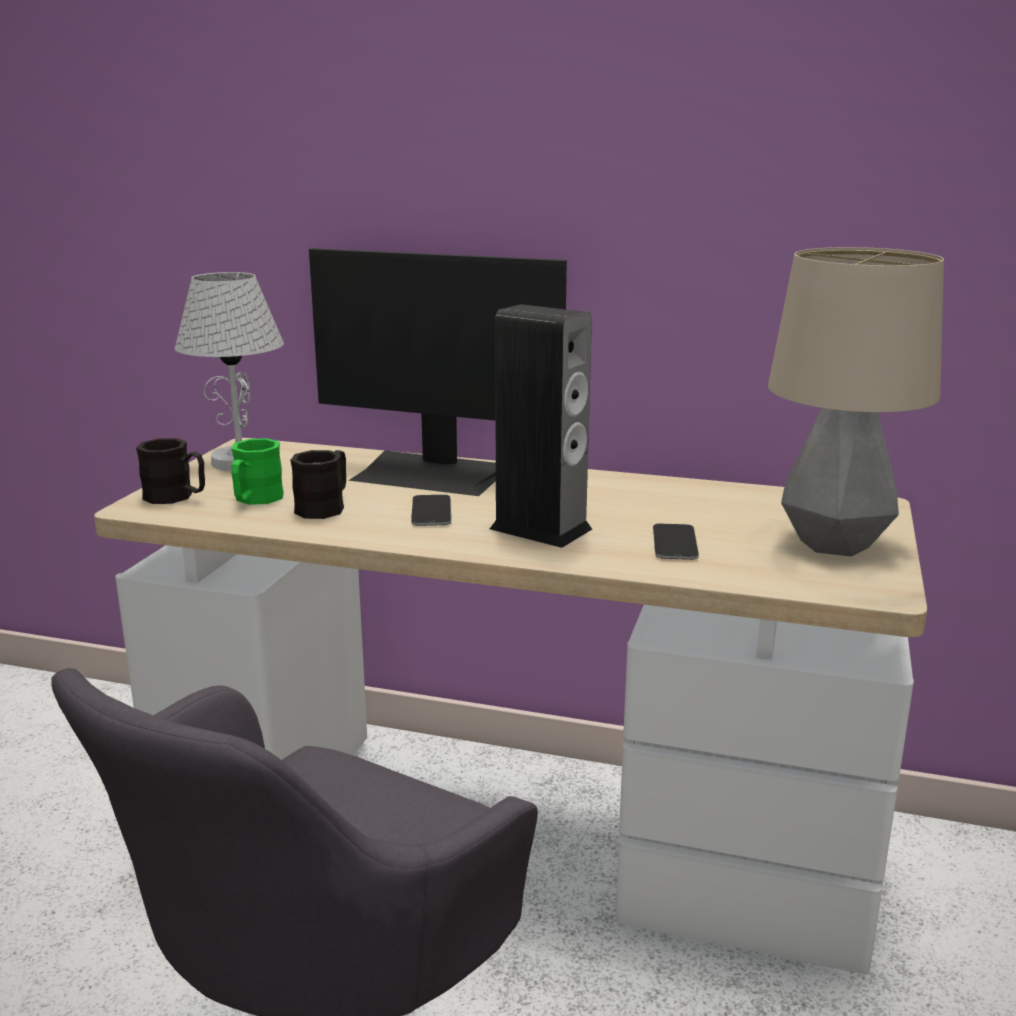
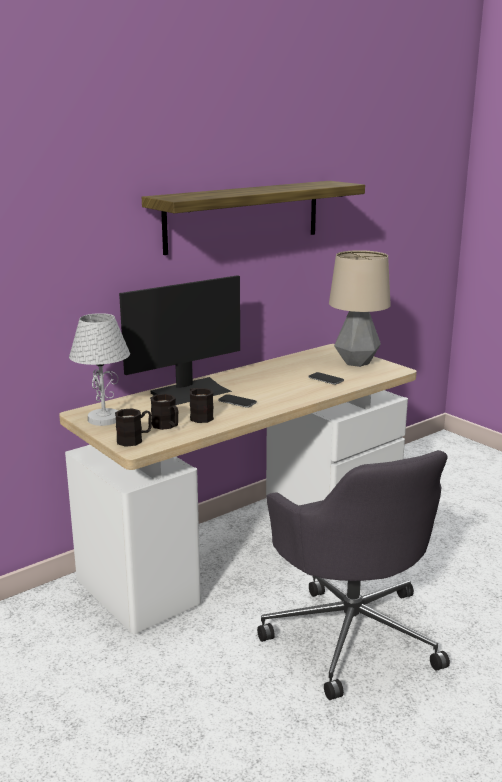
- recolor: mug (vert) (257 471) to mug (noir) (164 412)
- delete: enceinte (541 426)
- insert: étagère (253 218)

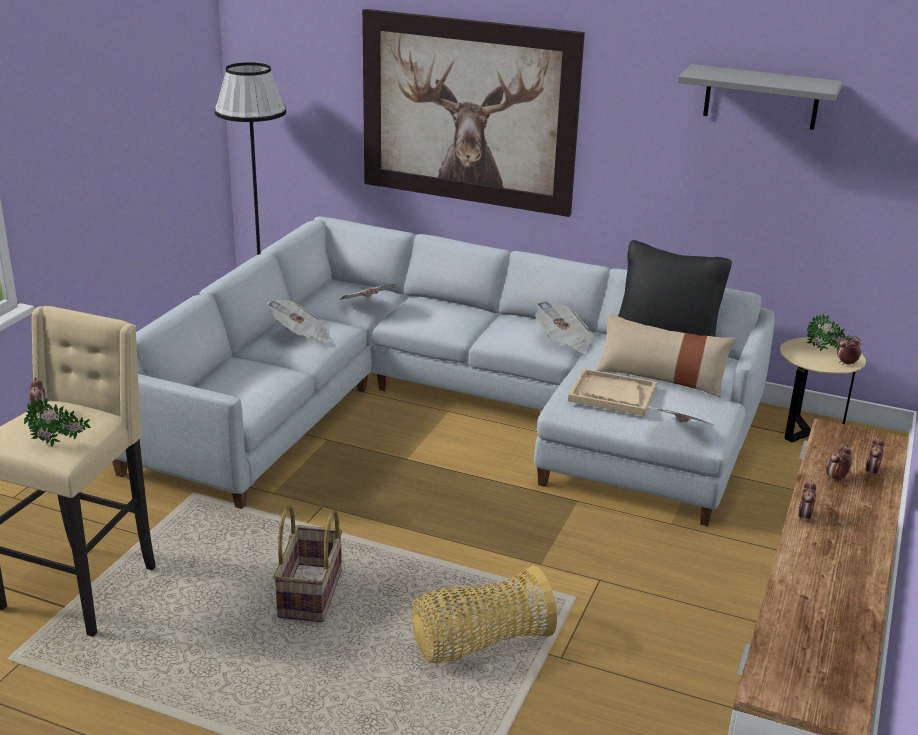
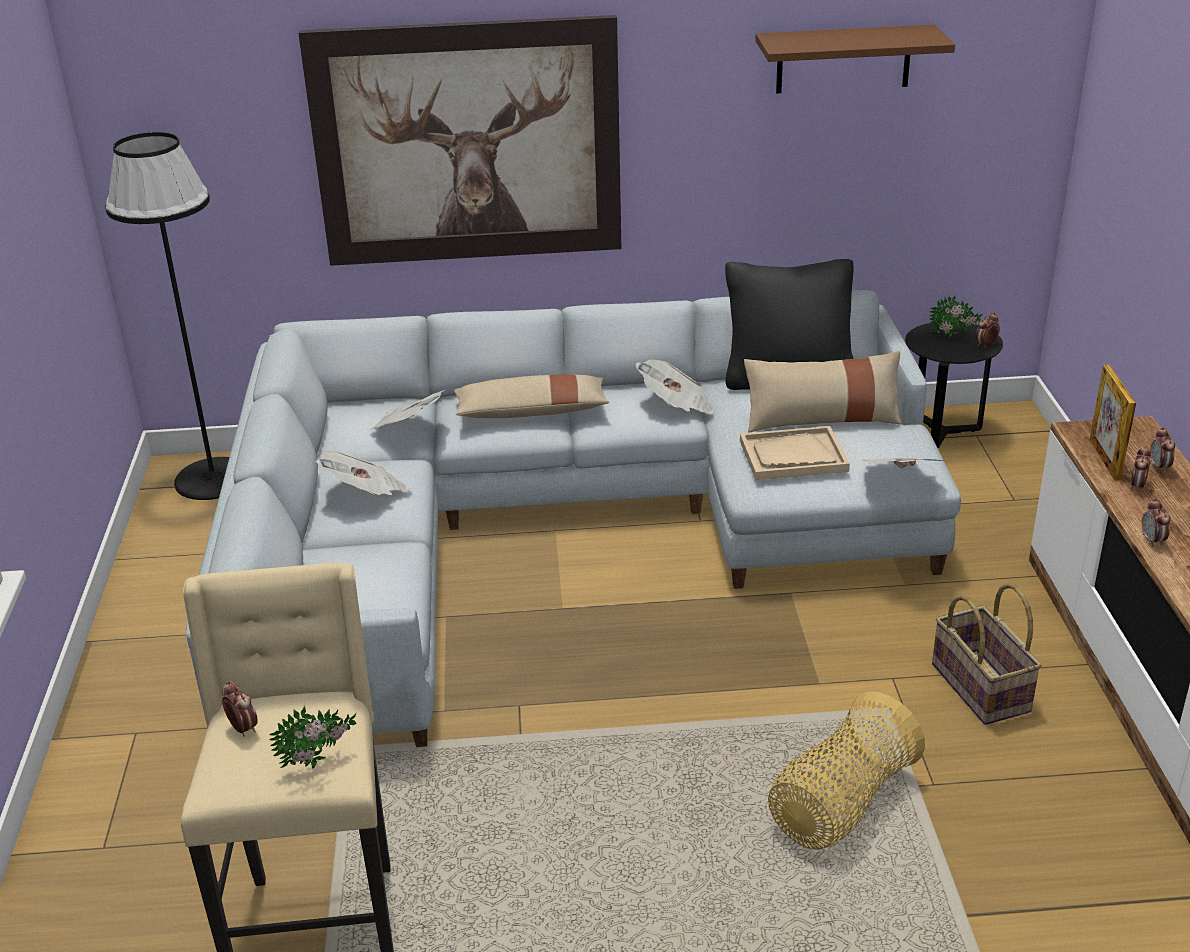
- move: panier (307 563) to (987 654)
- recolor: étagère (gris) (760 97) to étagère (marron) (855 59)
- recolor: table d'appoint (beige) (823 389) to table d'appoint (noir) (954 385)
- insert: coussin (beige) (531 396)
- insert: cadre photo (1112 422)

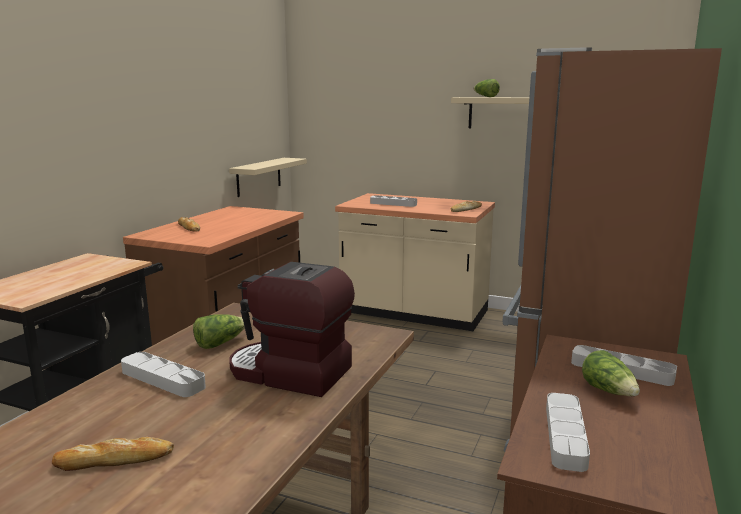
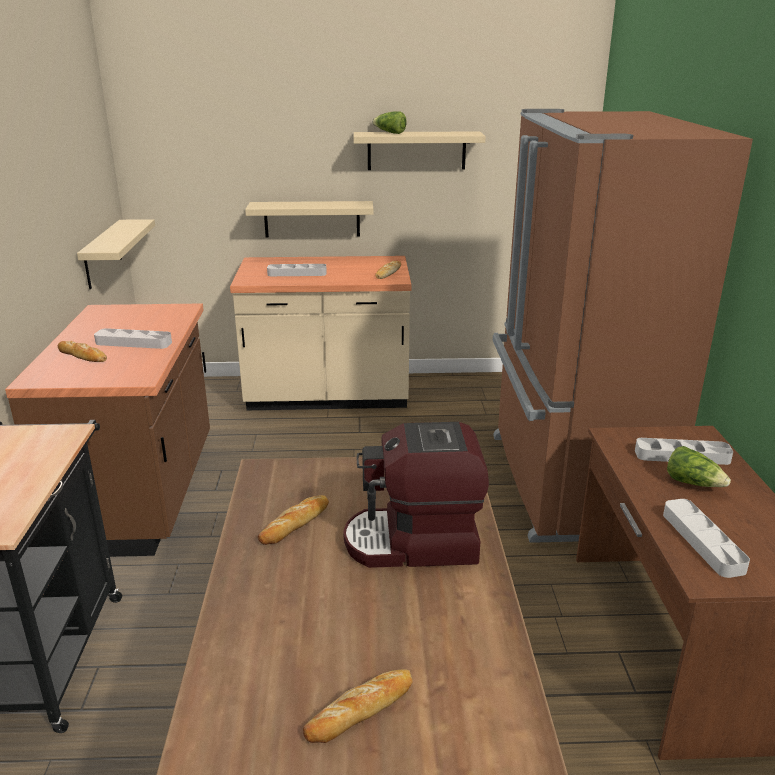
- move: plateau (gris) (163 374) to (133 338)
- replace: laitue (219 331) to pain (293 520)
- insert: étagère (beige) (309 219)

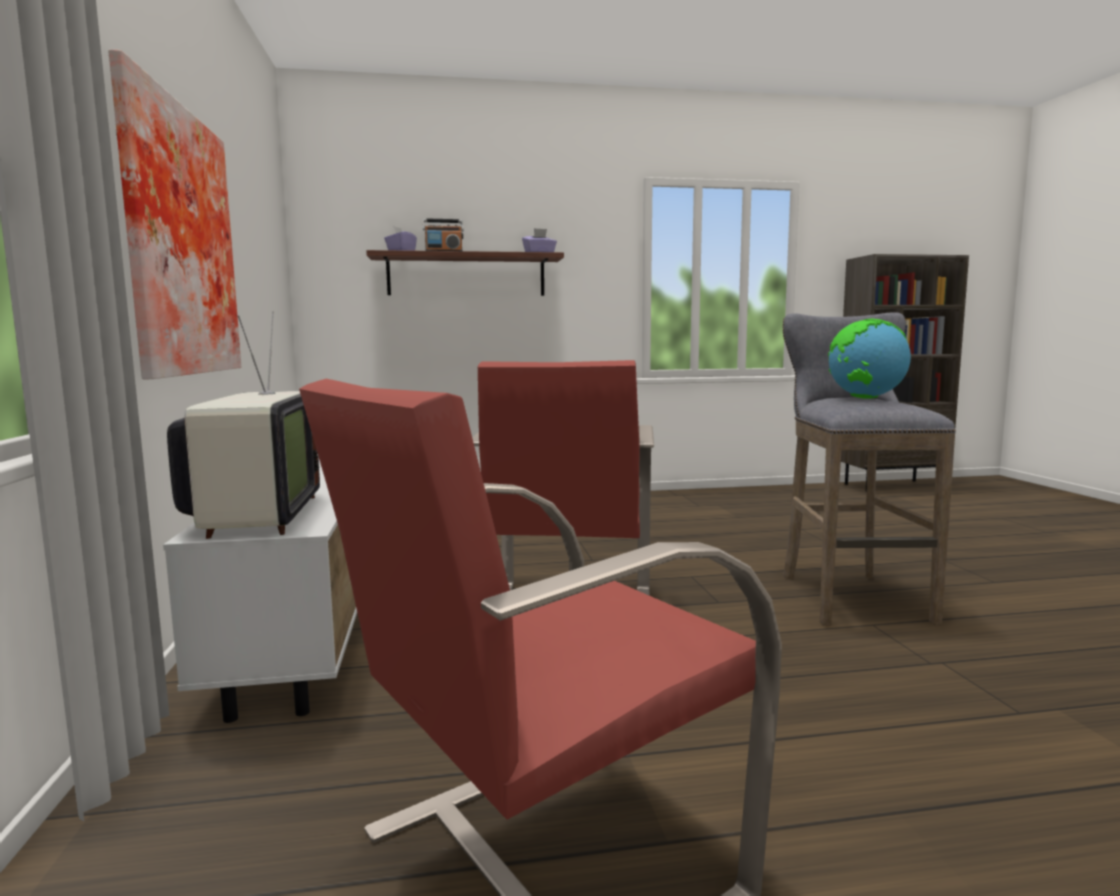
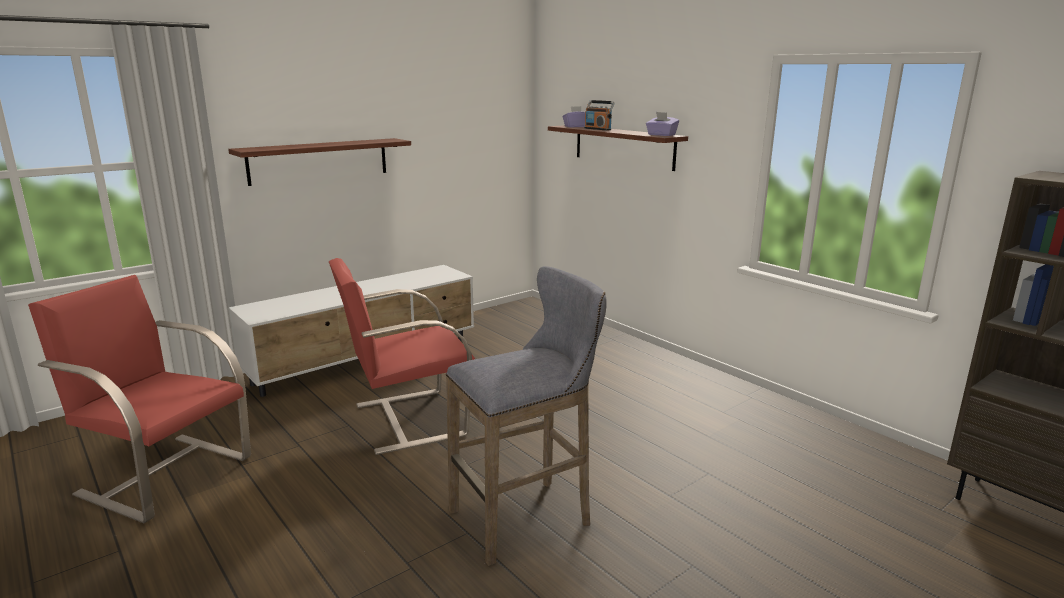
- replace: tableau (174 214) to étagère (319 162)
- delete: téléviseur (243 425)
- delete: globe (869 359)

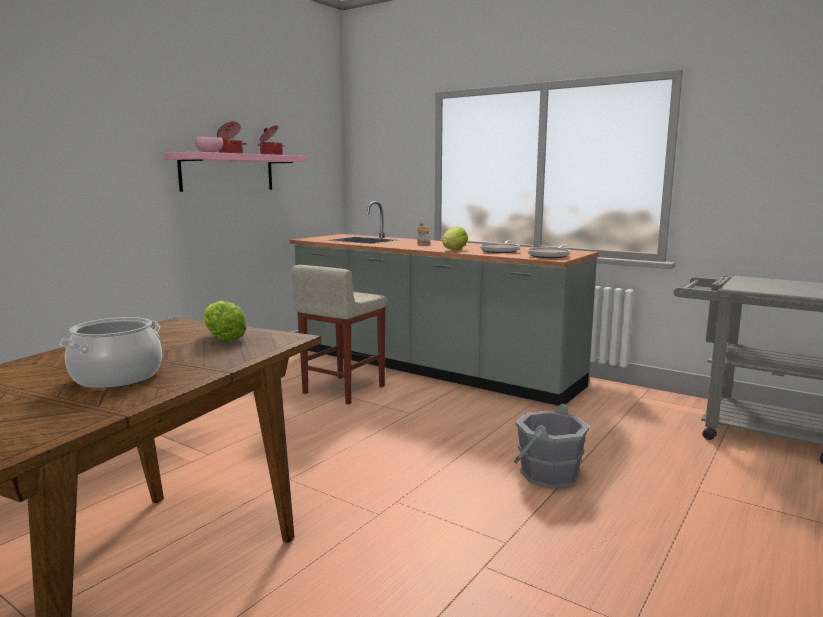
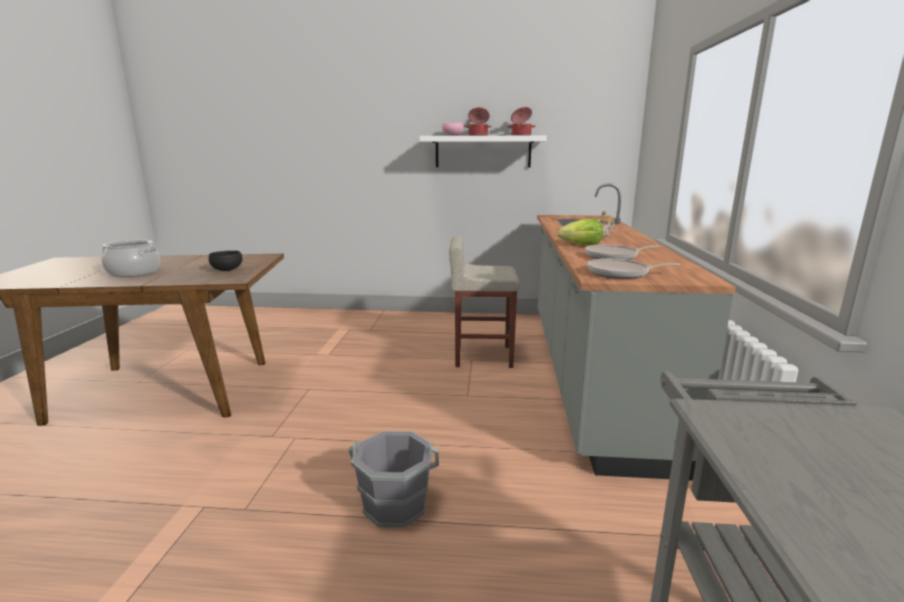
- recolor: étagère (rose) (235 172) to étagère (blanc) (483 152)
- replace: laitue (225 321) to bol (noir) (225 261)

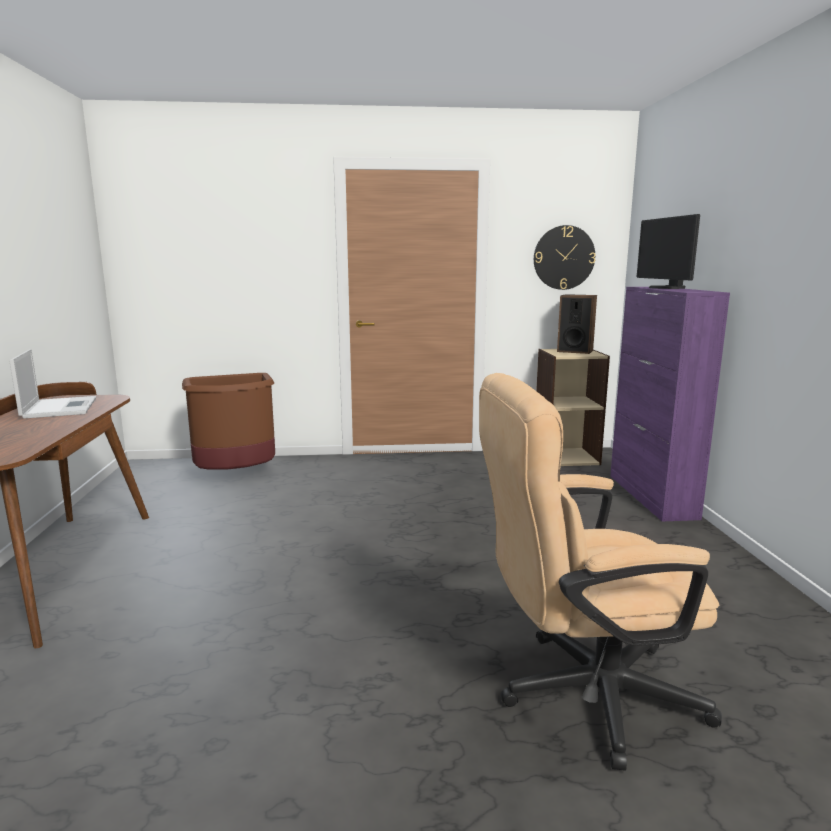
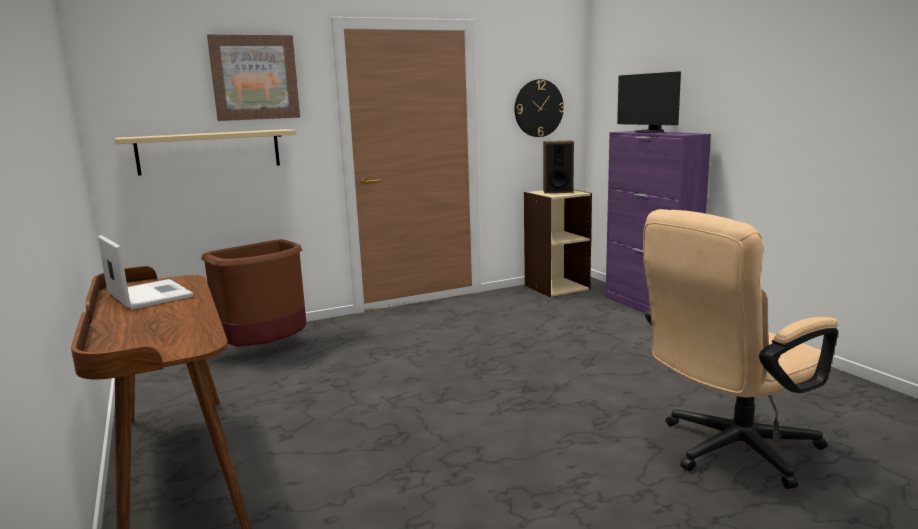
- insert: étagère (beige) (206 152)
- insert: tableau (253 78)

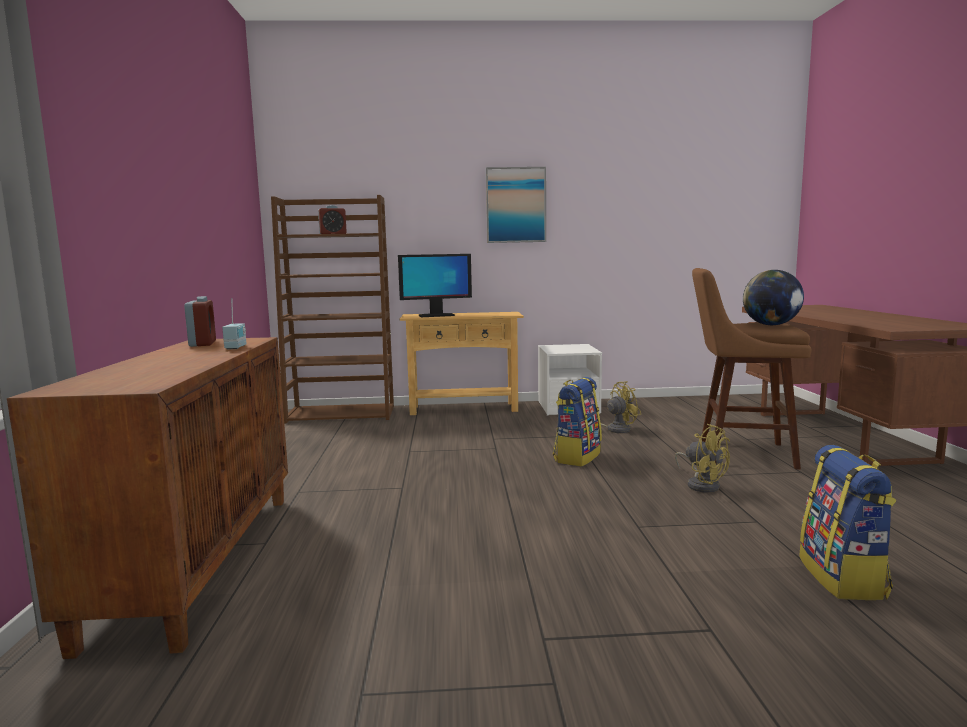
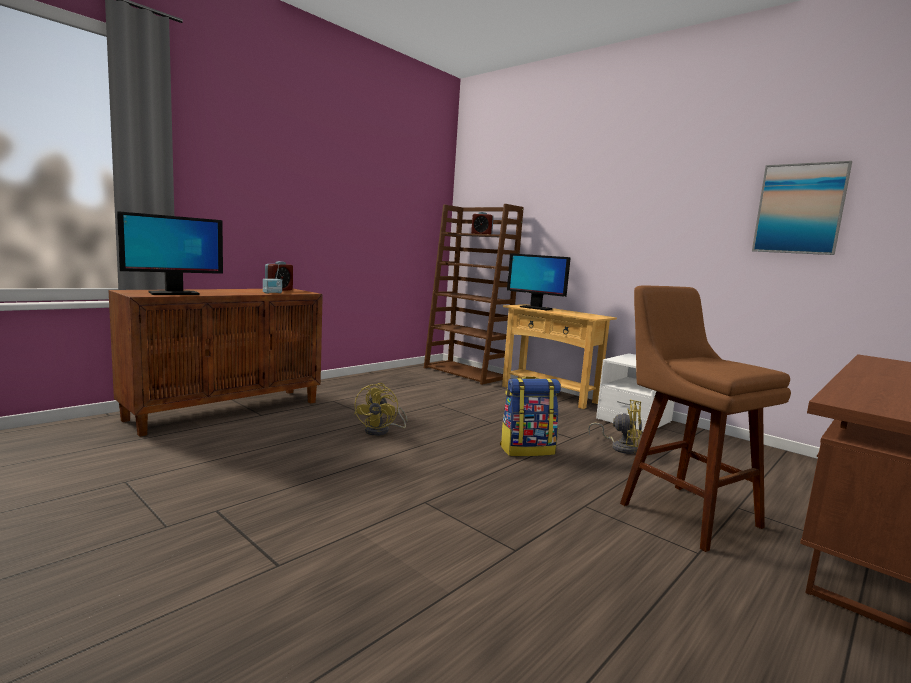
- move: tableau (516 205) to (802 208)
- move: ventilateur (jaune) (702 458) to (380 409)
- delete: globe (773 297)
- delete: sac à dos (847 522)
- insert: écran d'ordinateur (170 253)

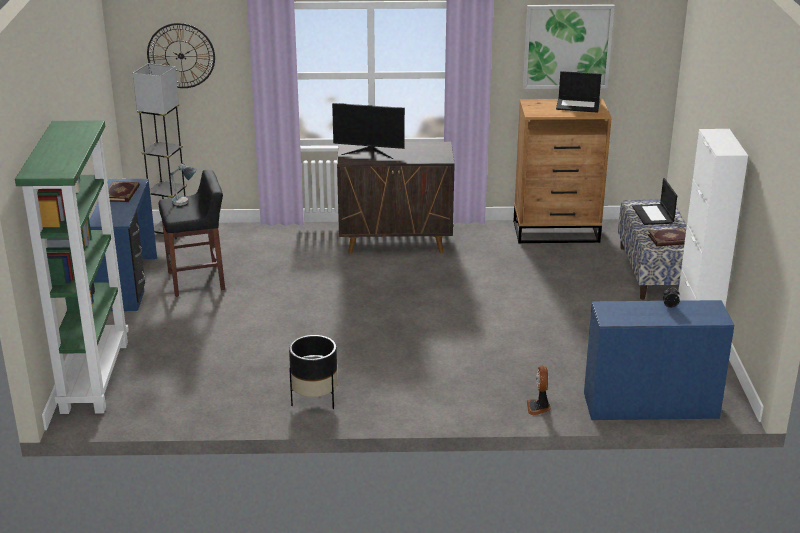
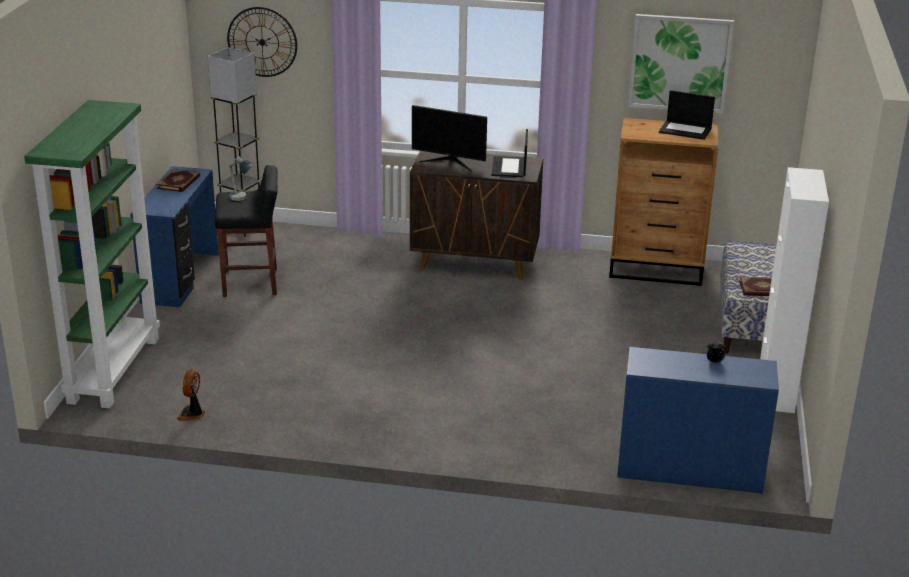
- delete: cache-pot (noir) (313 372)
- move: ventilateur (539 390) to (191 395)
- move: ordinateur portable (654 201) to (510 153)

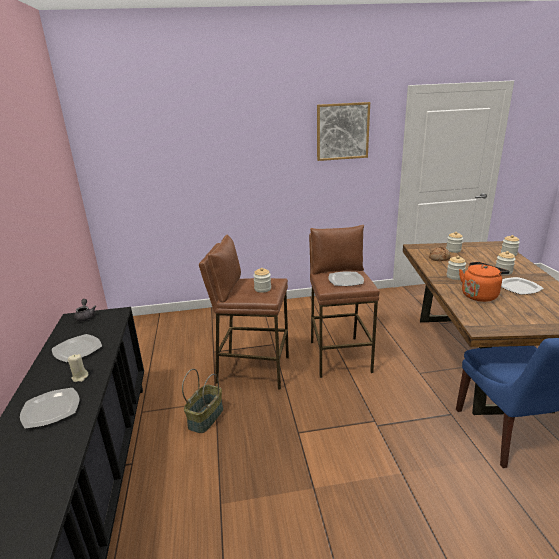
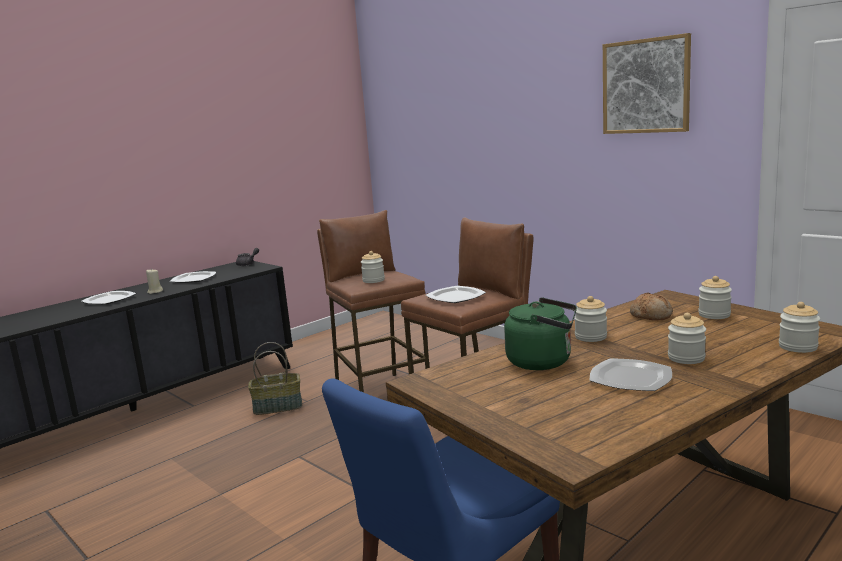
- recolor: bouilloire (orange) (484 282) to bouilloire (vert) (540 333)

